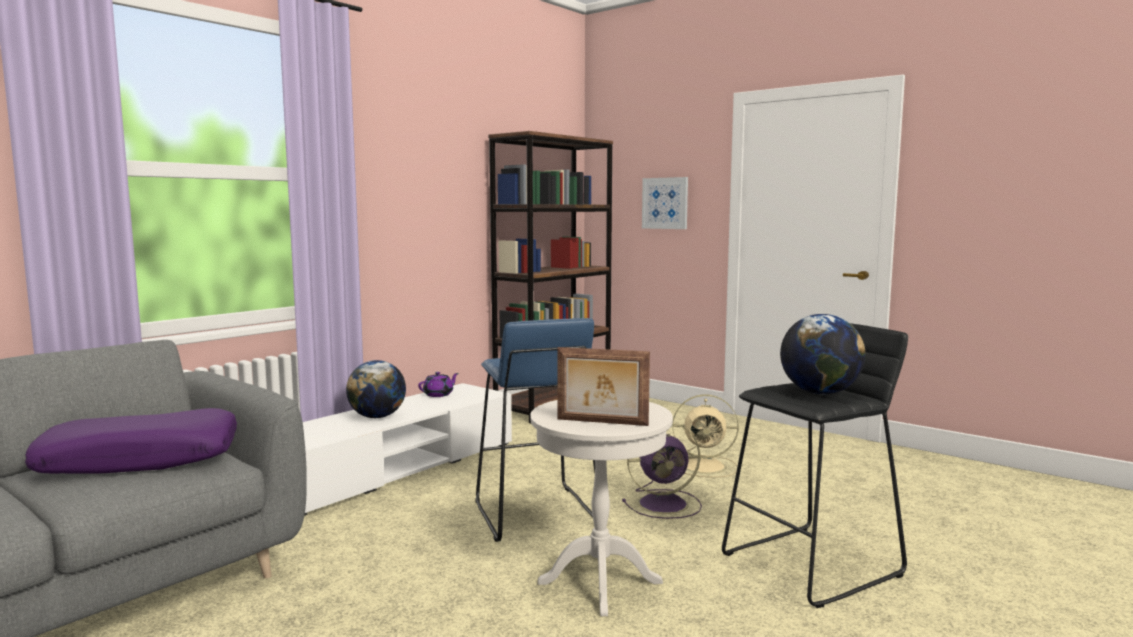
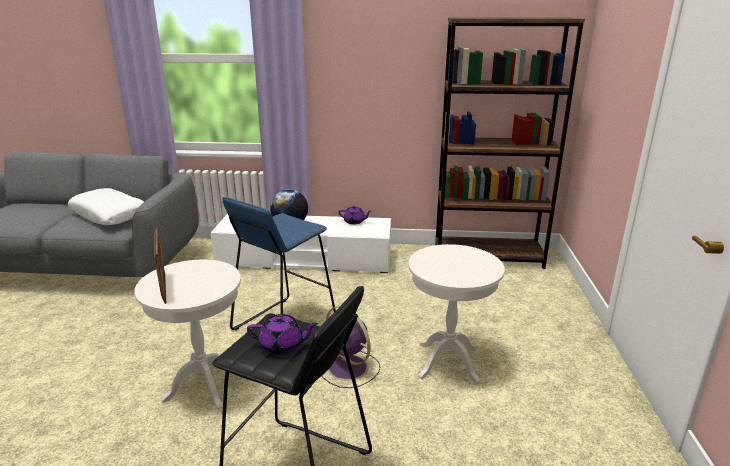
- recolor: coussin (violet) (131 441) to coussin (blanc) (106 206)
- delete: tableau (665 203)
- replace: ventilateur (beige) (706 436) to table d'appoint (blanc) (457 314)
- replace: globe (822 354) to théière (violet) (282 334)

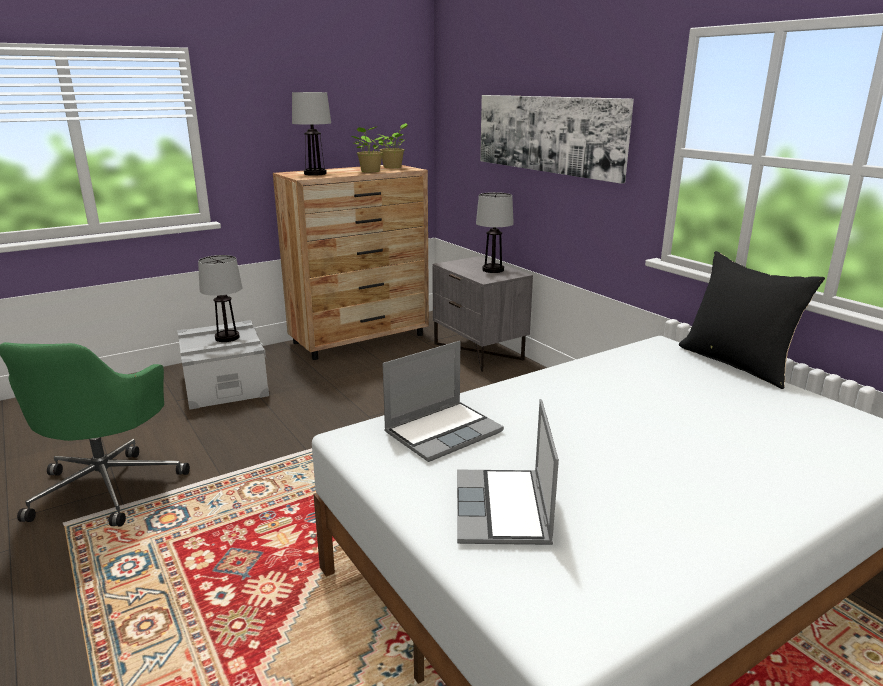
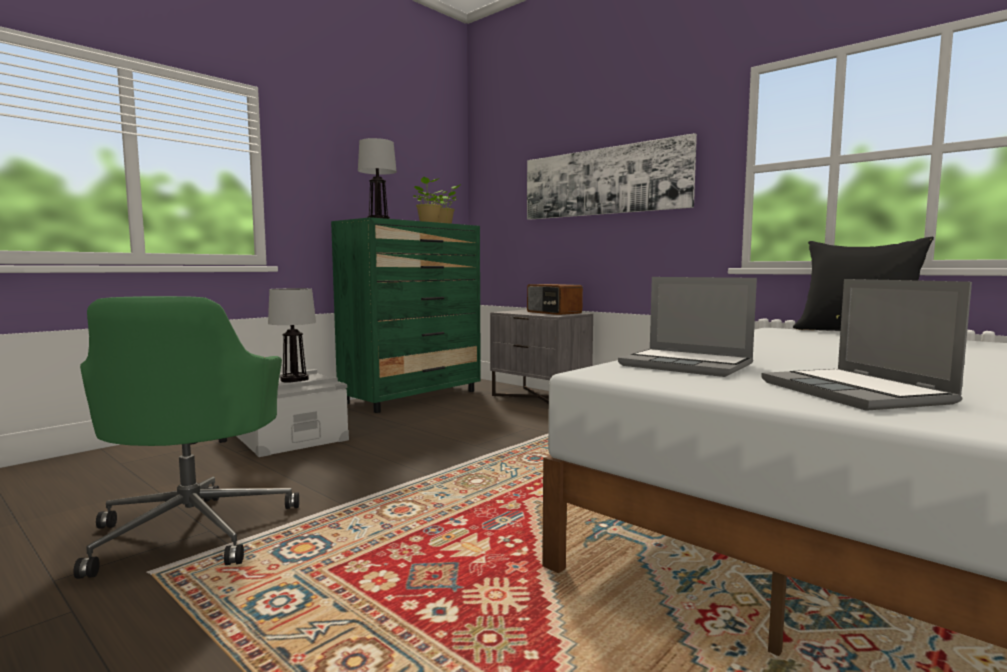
- recolor: commode (marron) (351 262) to commode (vert) (406 315)
- rotate: ordinateur portable (443 401) = (687 327) 90 degrees clockwise
- replace: lampe de table (495 232) to radio (555 299)

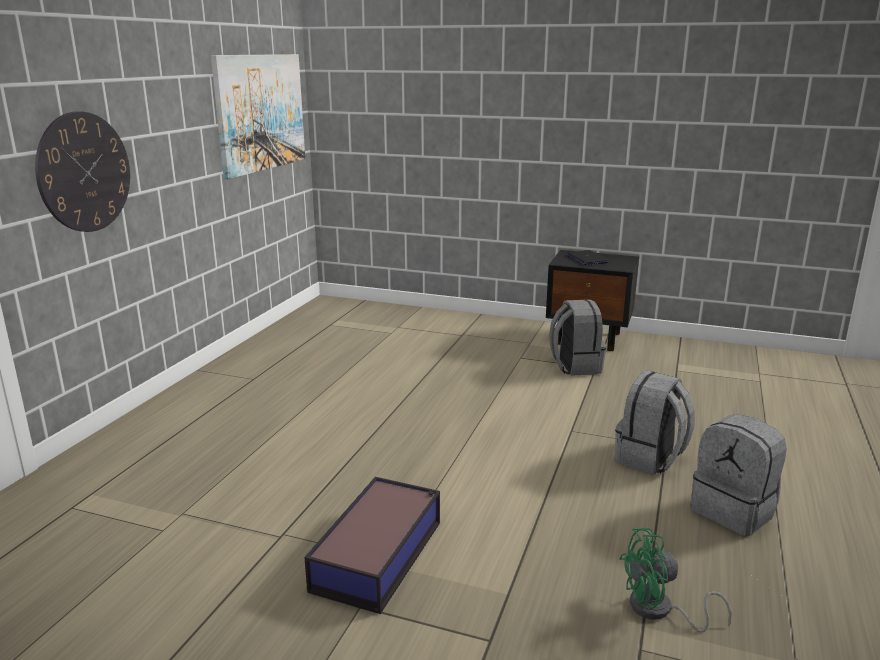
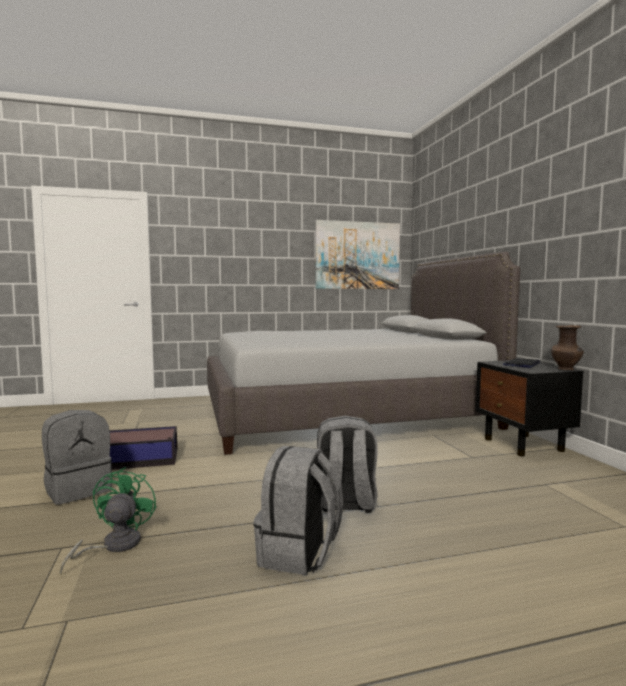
- delete: horloge murale (82 171)
- move: sac à dos (gris) (577 337) to (77 457)
- rotate: ventilateur (vert) (675 580) = (108 521) 45 degrees clockwise
- insert: lit (gris) (363 353)
- insert: vase (marron) (567 347)

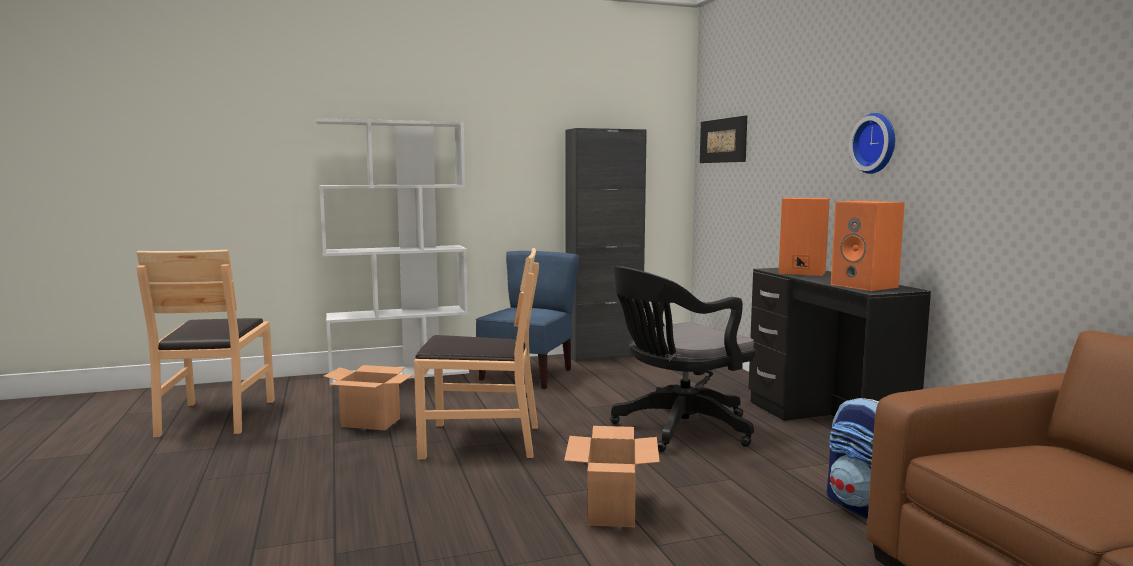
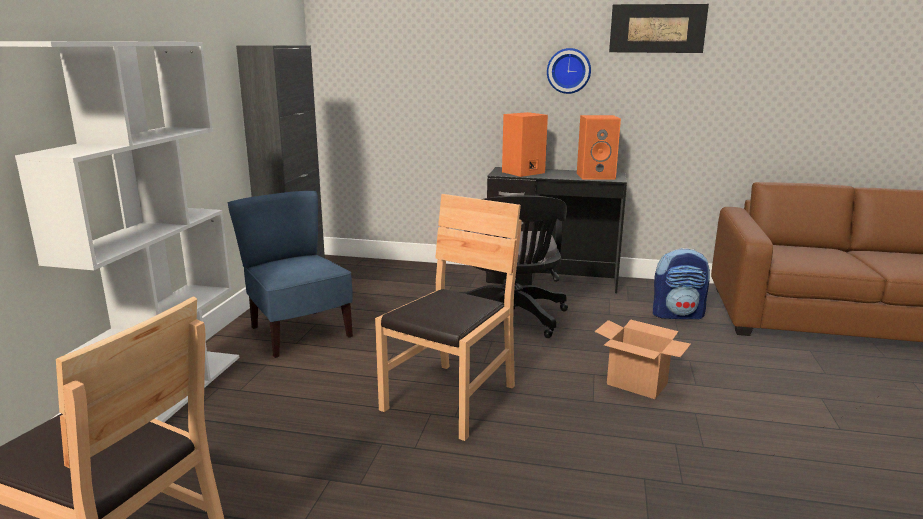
- delete: carton (369 397)
- move: tableau (723 139) to (659 28)

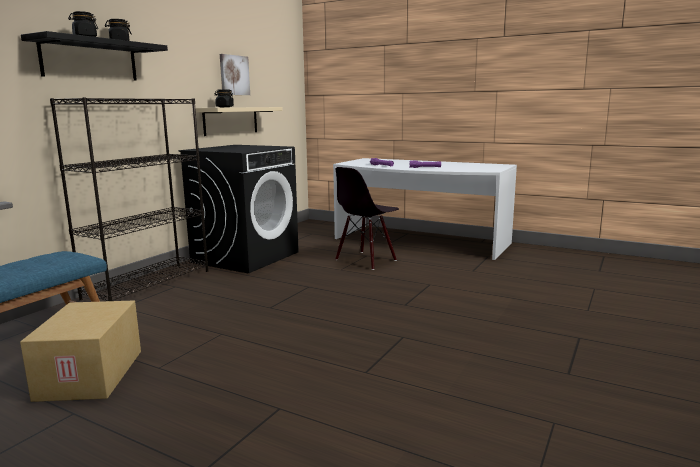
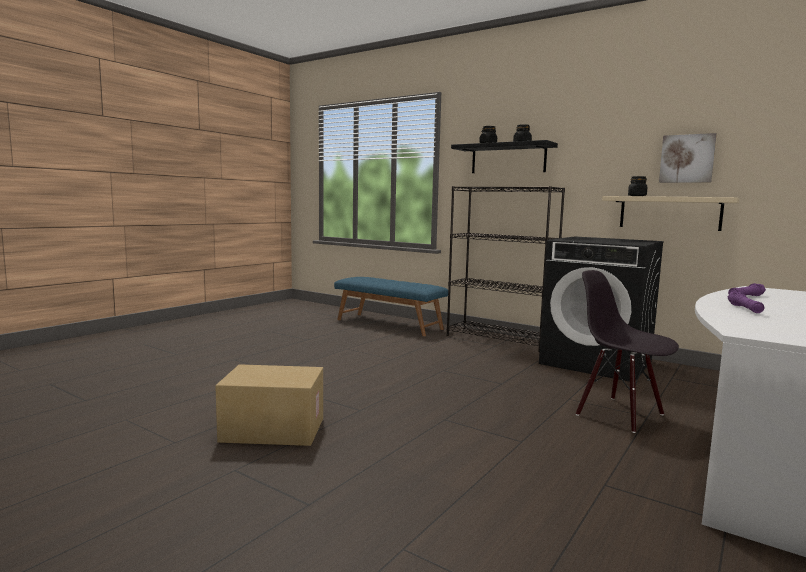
- move: carton (80 351) to (269 405)

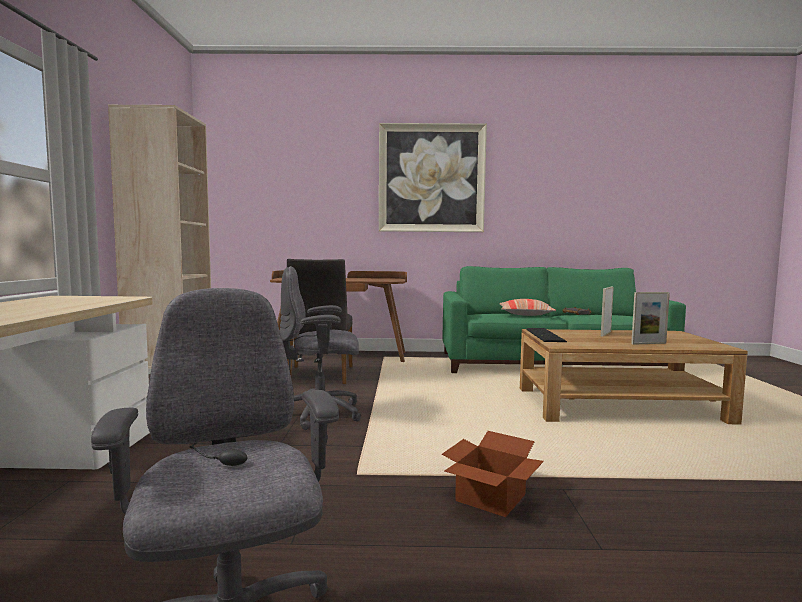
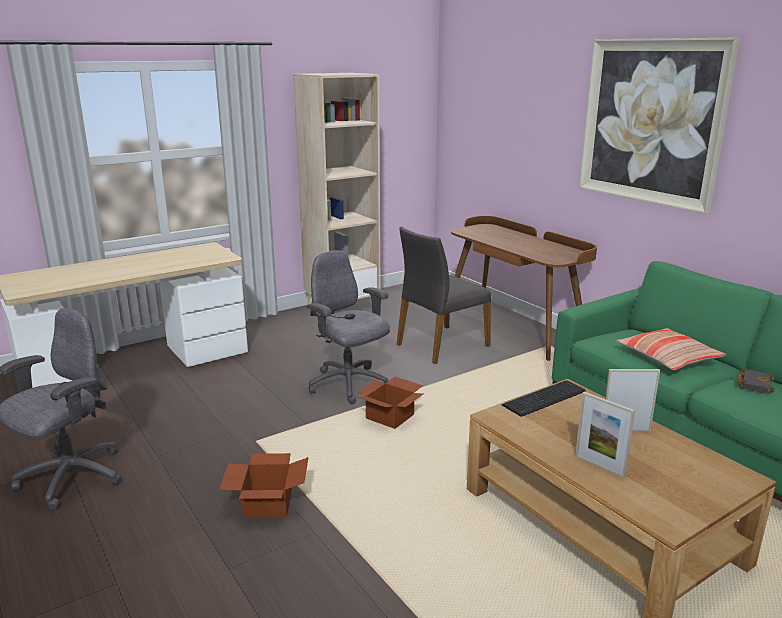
- insert: carton (390 403)

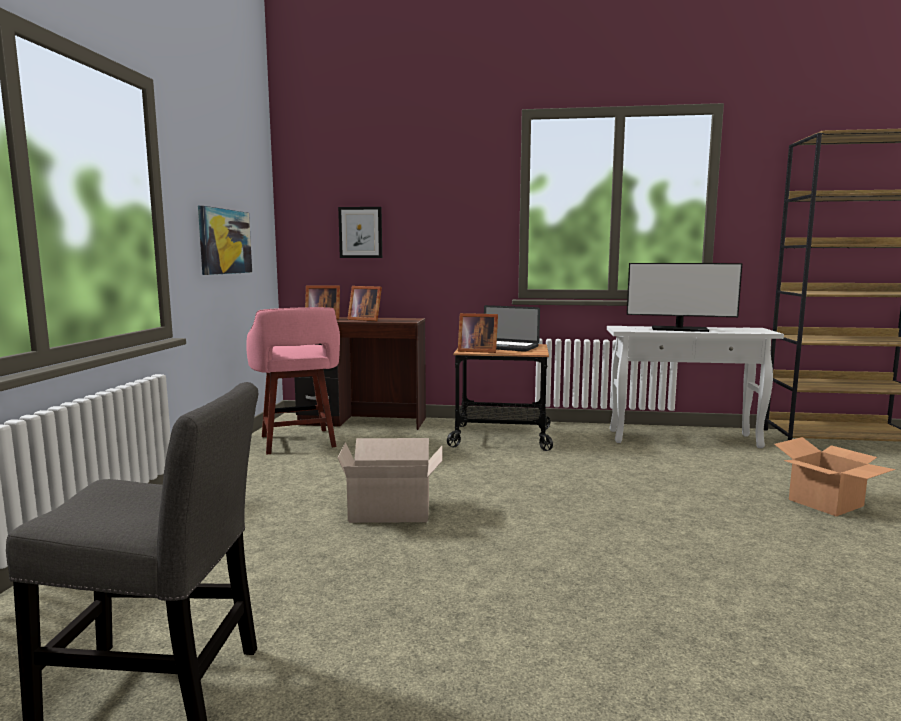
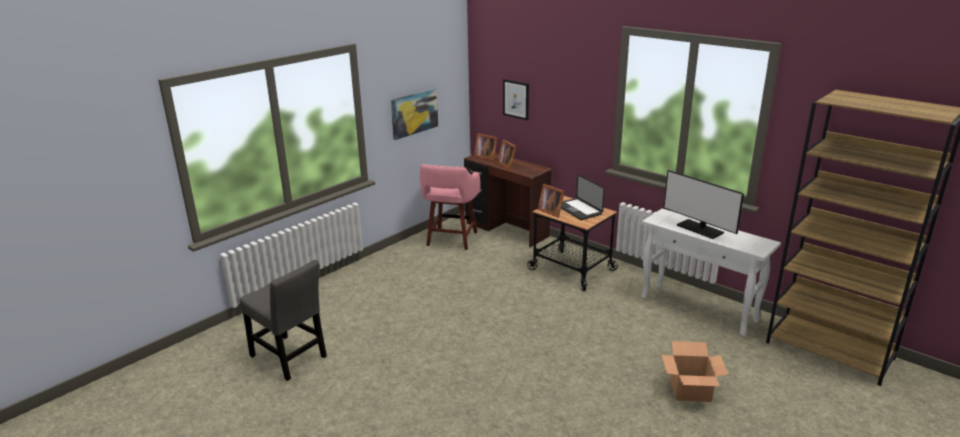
- delete: carton (389 480)

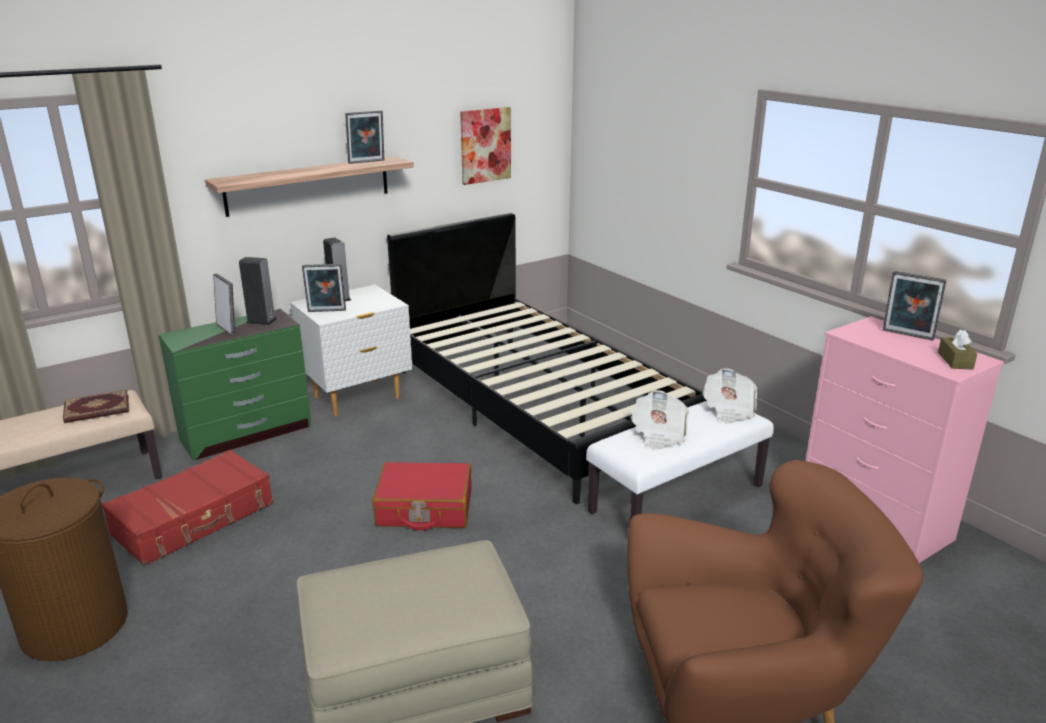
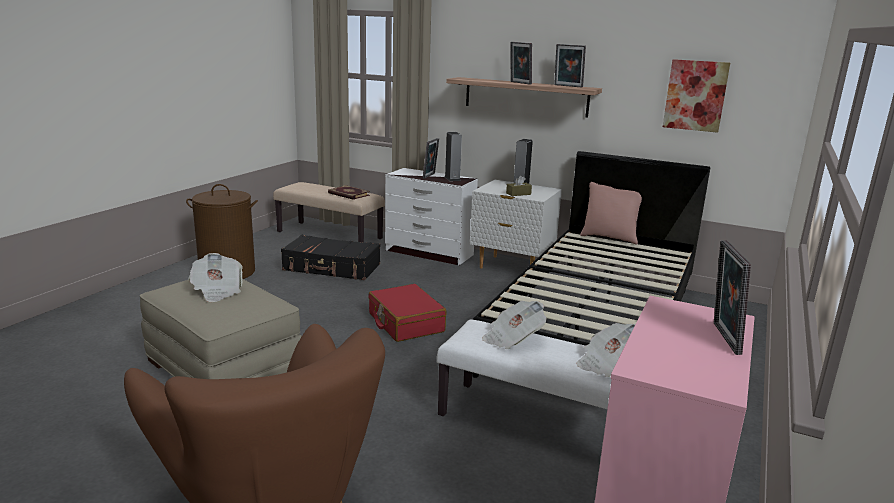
- recolor: valise (rouge) (187 508) to valise (noir) (330 257)
- recolor: commode (vert) (234 385) to commode (blanc) (431 216)
- move: cadre photo (324 288) to (521 63)
- move: boîte à mouchoirs (marron) (957 349) to (519 185)
- insert: journal (215 277)
- insert: coussin (rose) (611 213)

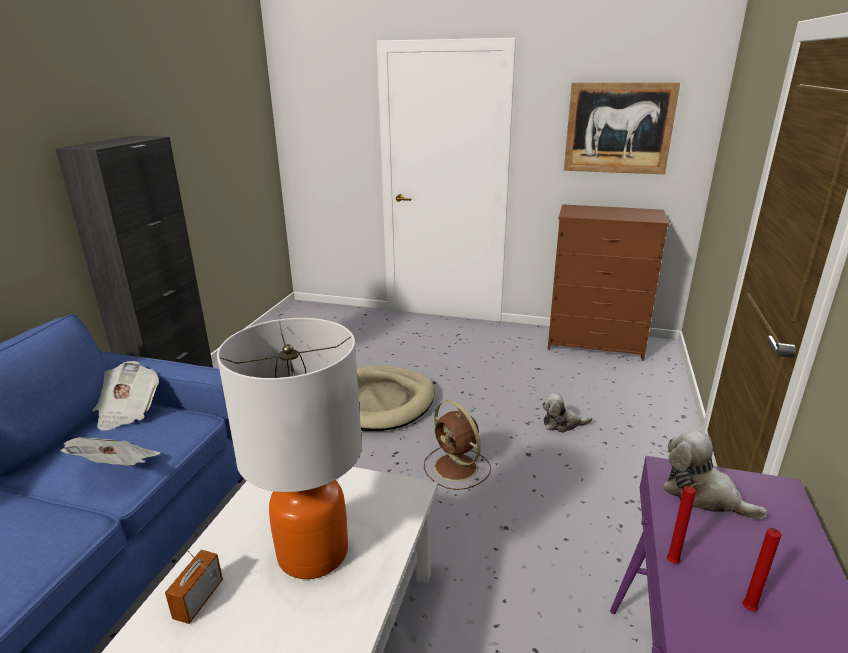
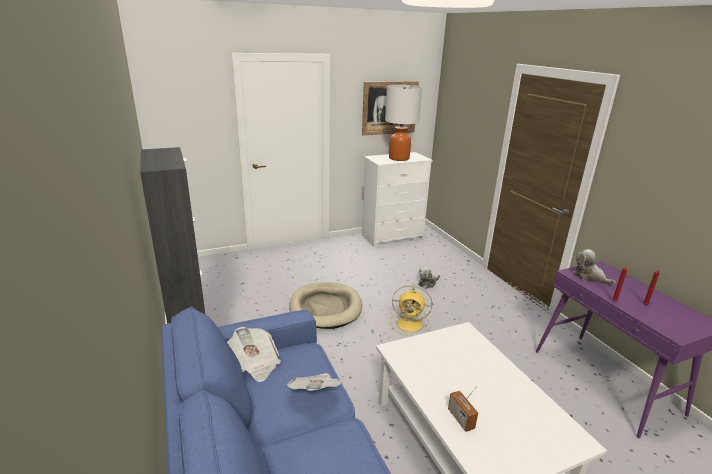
- move: lampe de table (289 448) to (403 123)
- recolor: ventilateur (marron) (457 445) to ventilateur (jaune) (411 310)
- recolor: commode (marron) (608 282) to commode (blanc) (397 199)
- rotate: peluche (715 474) = (594 267) 45 degrees clockwise

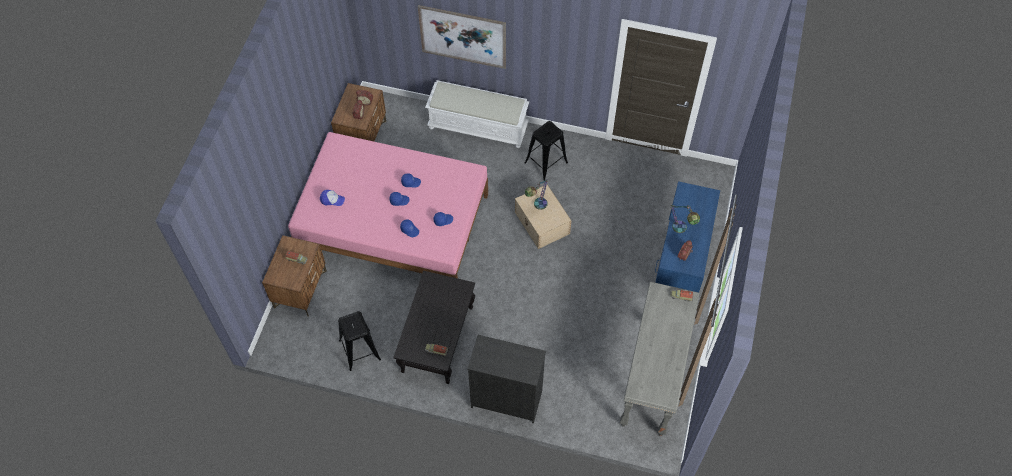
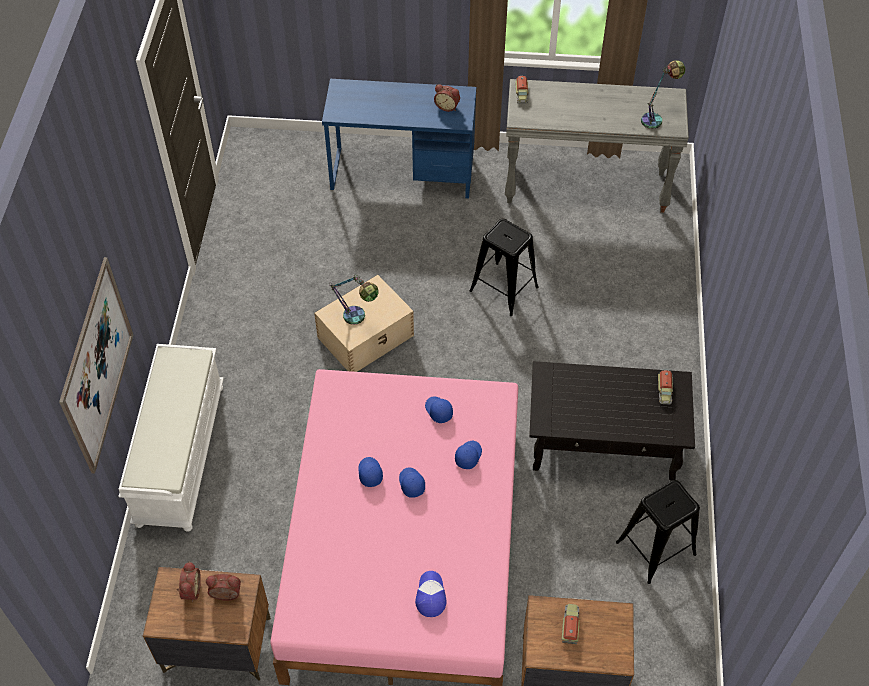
- delete: commode (noir) (506 379)
- move: tabouret (noir) (546 150) to (504 267)
- move: lampe de table (685 219) to (663 94)

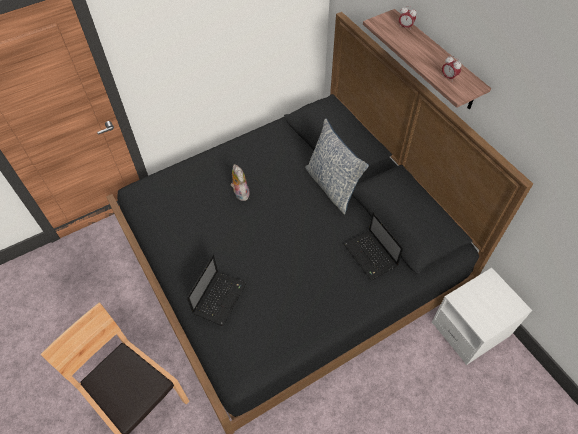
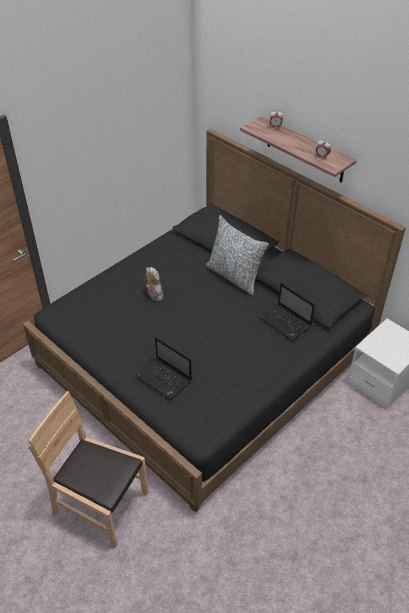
- rotate: ordinateur portable (217 290) = (164 368) 120 degrees clockwise

